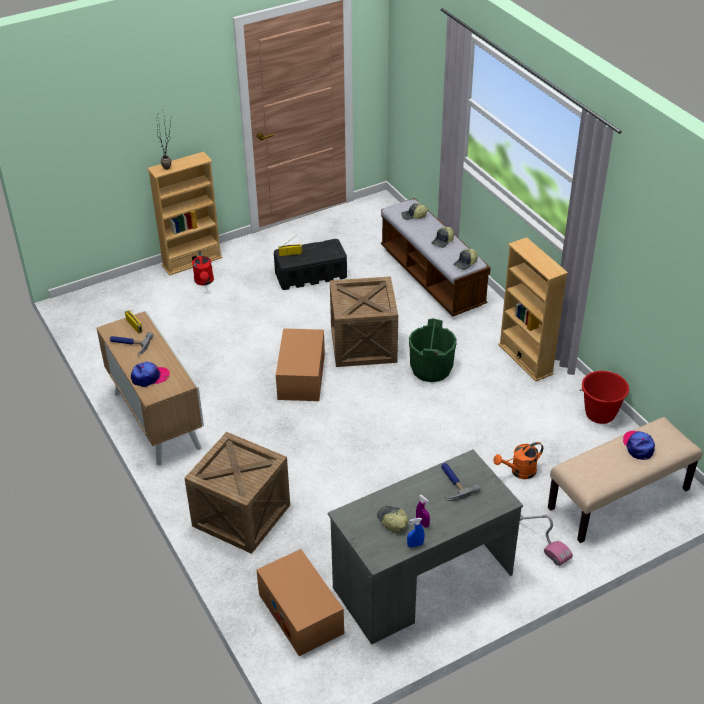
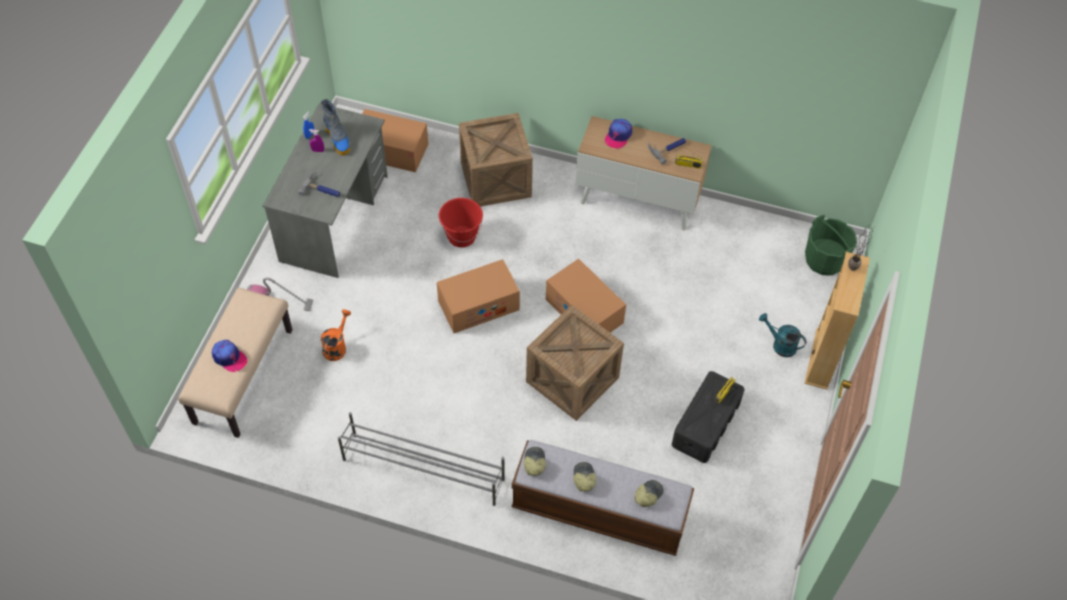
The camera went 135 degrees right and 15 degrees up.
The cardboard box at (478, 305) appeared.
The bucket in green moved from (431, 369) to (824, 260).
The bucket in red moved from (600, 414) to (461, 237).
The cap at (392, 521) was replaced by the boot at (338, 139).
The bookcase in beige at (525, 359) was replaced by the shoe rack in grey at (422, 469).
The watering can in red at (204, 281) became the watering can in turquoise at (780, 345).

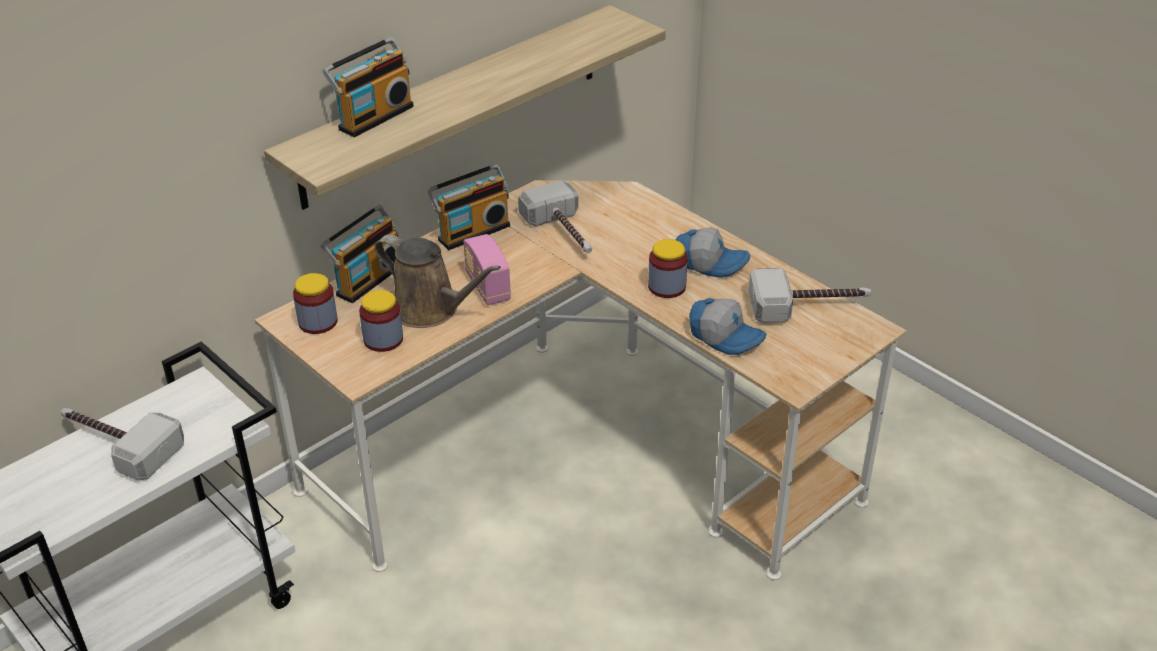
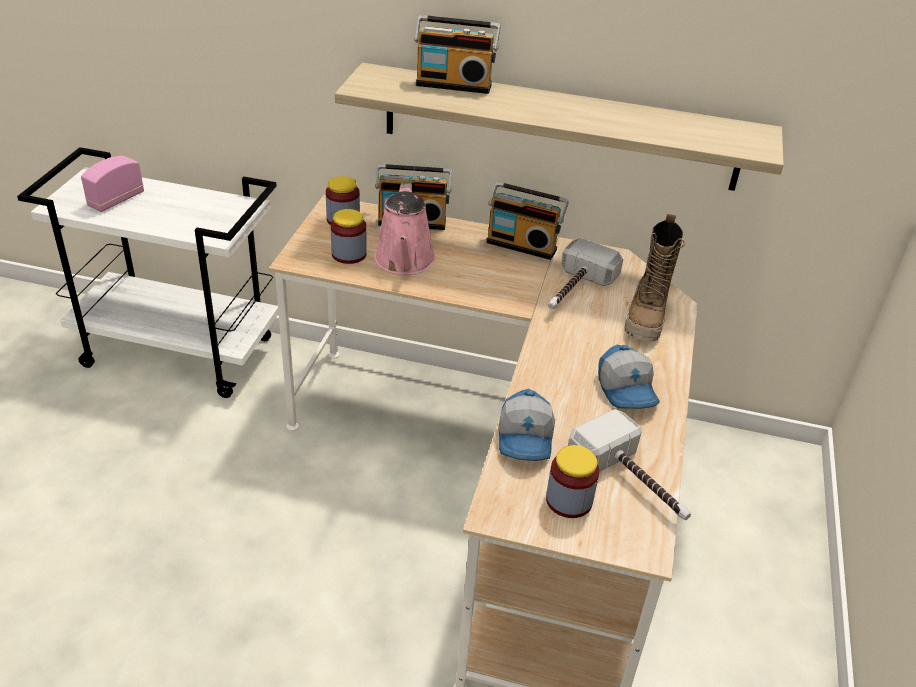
The camera went 55 degrees right and 0 degrees up.
The hammer at (116, 443) disappeared.
The boot at (646, 318) appeared.
The radio moved from (487, 287) to (116, 200).
The jar moved from (667, 287) to (569, 500).
The watering can in brown at (430, 309) became the watering can in pink at (405, 262).

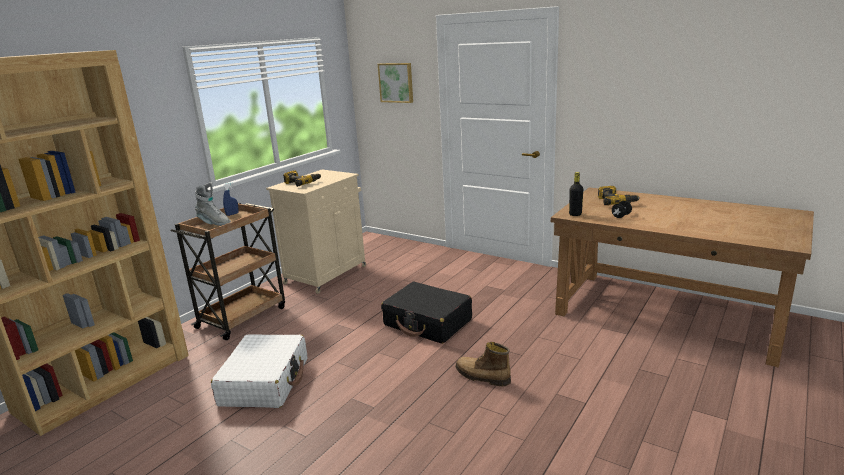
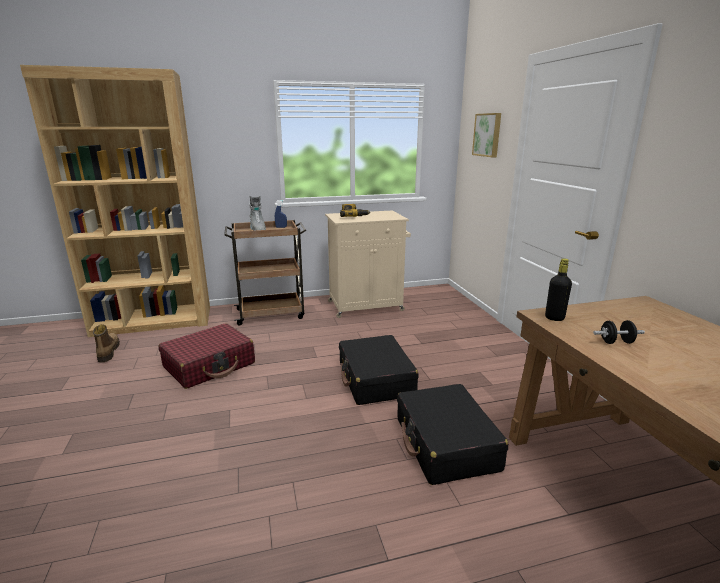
The camera went 40 degrees right and 0 degrees up.
The power drill at (615, 202) disappeared.
The suitcase in black at (446, 444) appeared.
The boot moved from (482, 377) to (108, 351).
The suitcase in white at (265, 381) became the suitcase in red at (209, 365).

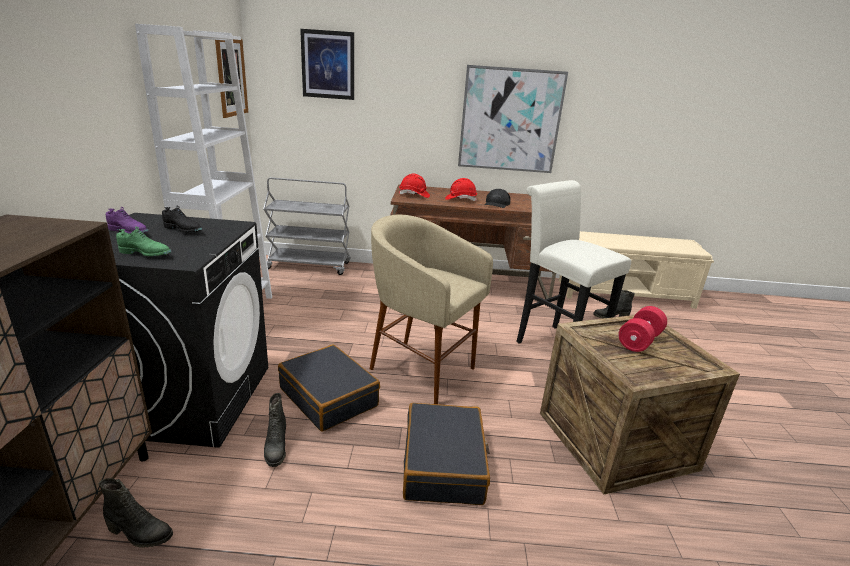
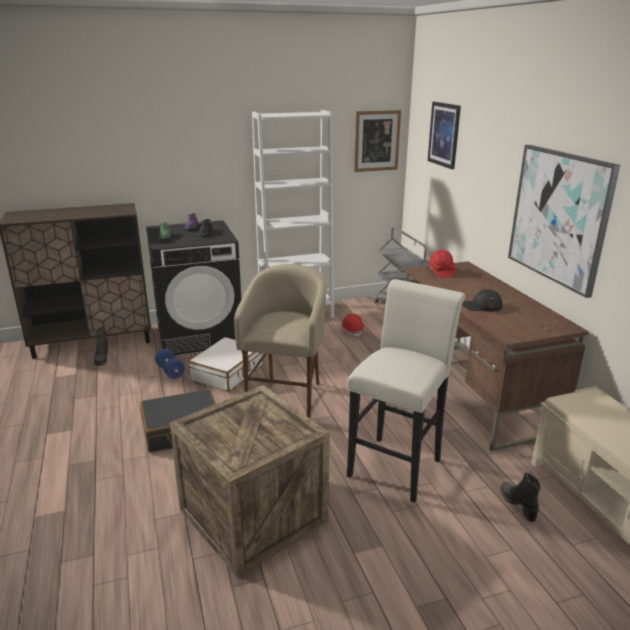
The camera went 70 degrees right and 0 degrees up.
The dumbbell in red at (639, 341) disappeared.
The hard hat in red moved from (460, 199) to (351, 331).
The boot in black at (276, 448) was replaced by the dumbbell in blue at (170, 371).
The suitcase in black at (329, 397) became the suitcase in white at (227, 373).

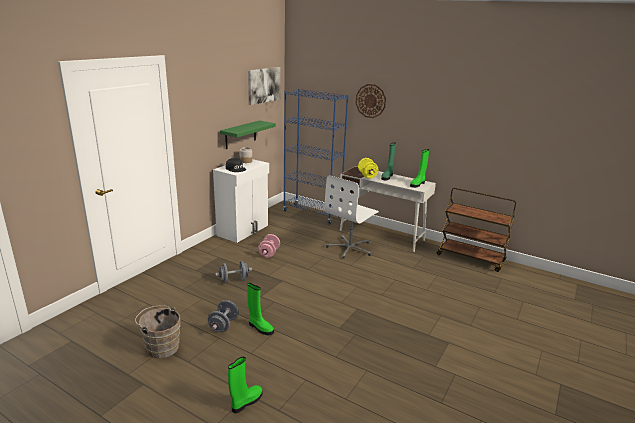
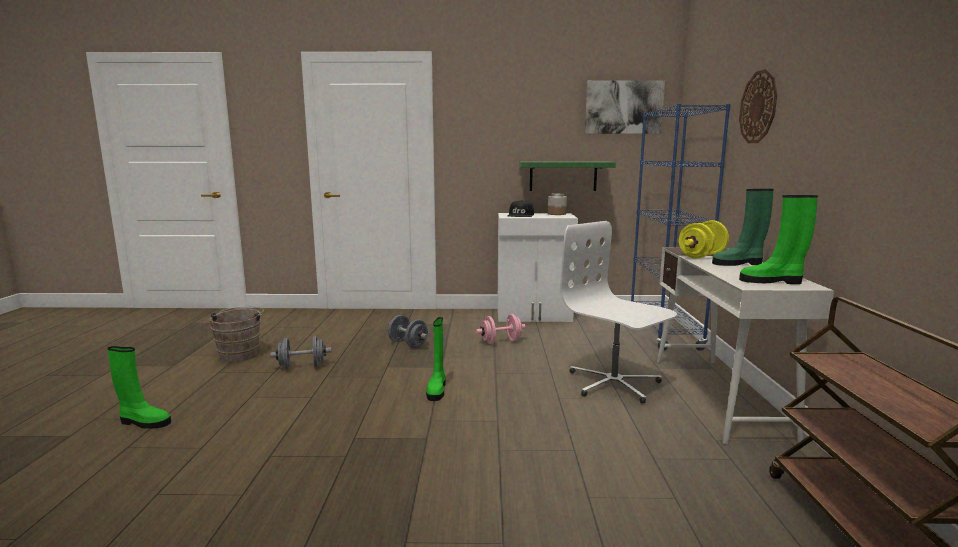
The camera went 60 degrees right and 10 degrees down.
The boot in green moved from (260, 328) to (437, 390).
The office chair in white at (350, 248) turned 45 degrees clockwise.

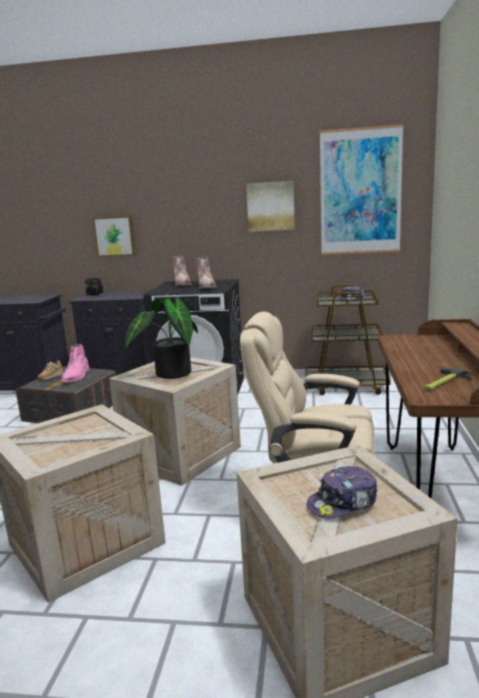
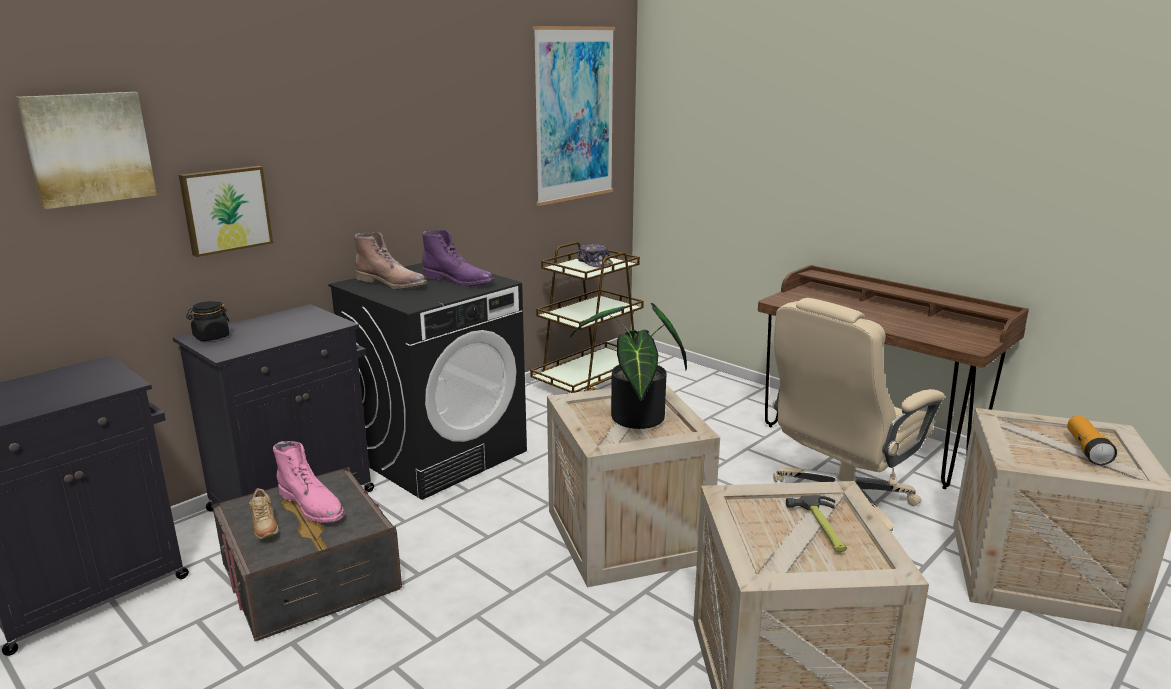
The camera went 55 degrees left and 5 degrees up.
The picture moved from (270, 206) to (89, 148).
The hammer moved from (443, 383) to (823, 527).
The cap at (343, 503) was replaced by the flashlight at (1086, 450).
The boot in brown at (207, 287) became the boot in purple at (459, 281).

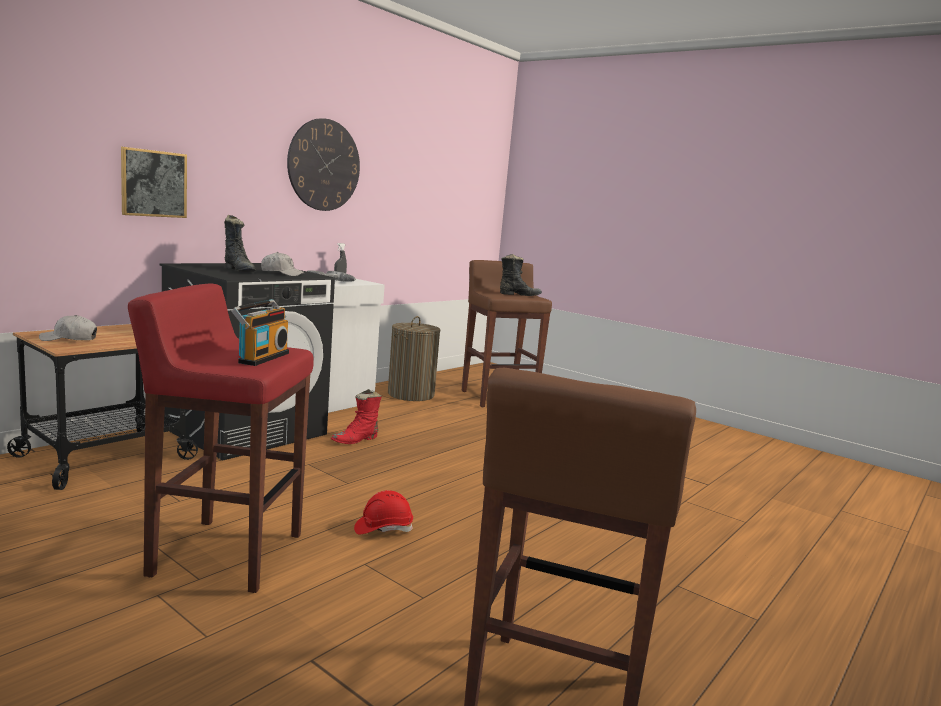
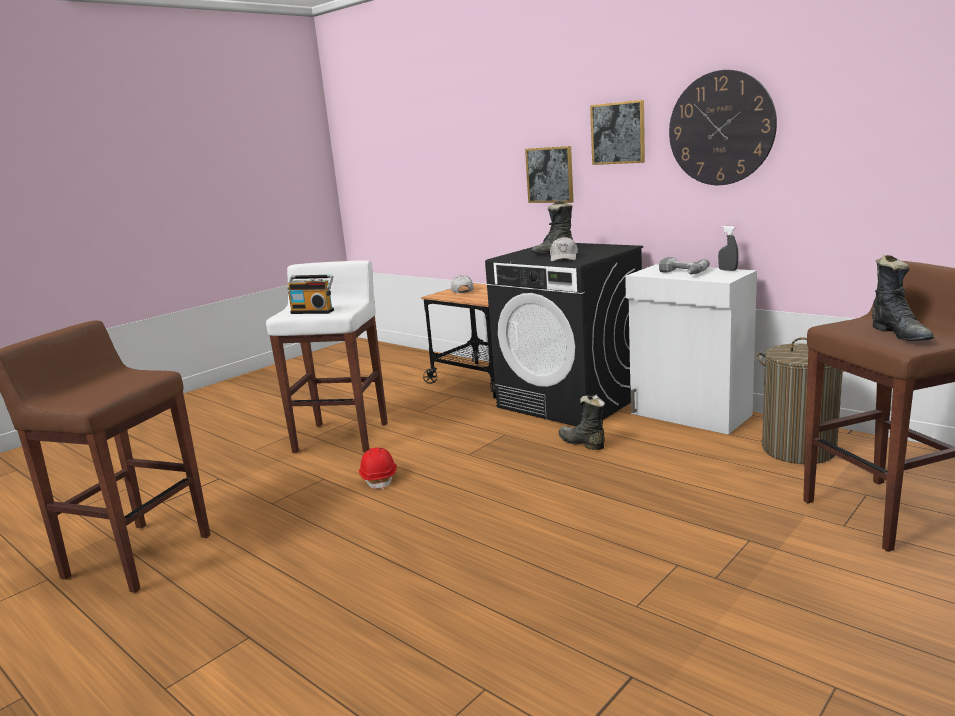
The camera went 95 degrees right and 5 degrees up.
The picture at (618, 133) appeared.
The stool in red at (225, 554) became the stool in white at (342, 437).
The boot in red at (356, 440) became the boot in black at (581, 443).

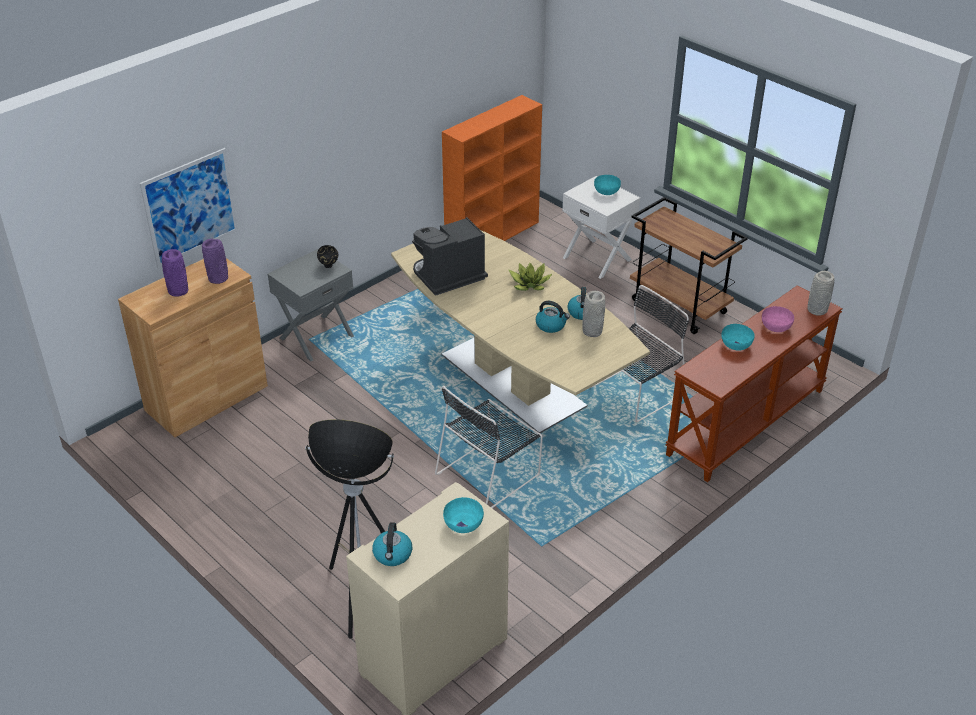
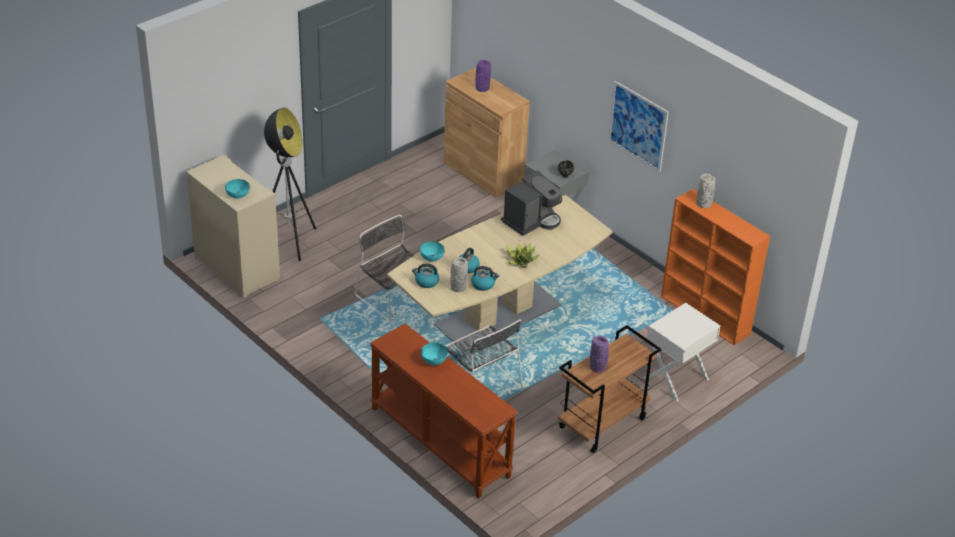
The camera went 90 degrees right and 0 degrees up.
The bowl in pink at (776, 327) disappeared.
The picture moved from (190, 207) to (638, 126).
The vase in purple moved from (218, 278) to (598, 368).
The kettle moved from (393, 555) to (426, 282).
The bowl in turquoise moved from (607, 192) to (431, 257).
The vase in grey moved from (817, 309) to (704, 204).
The coffee machine at (448, 277) turned 75 degrees clockwise.

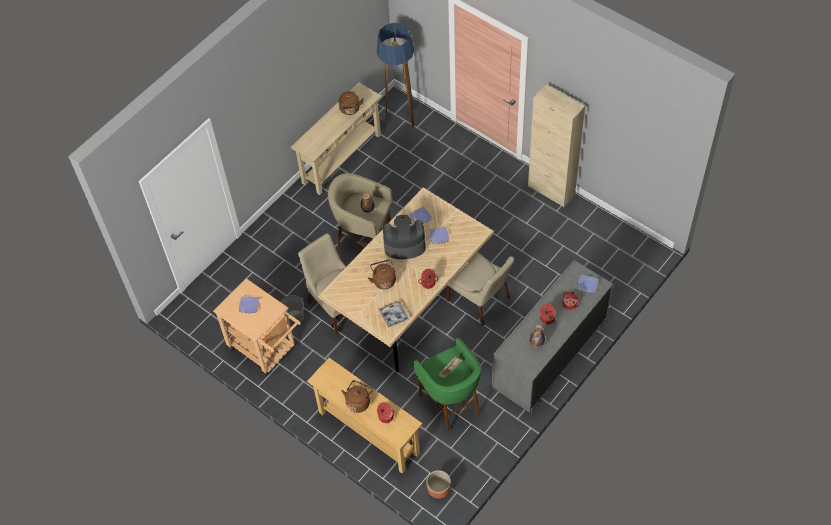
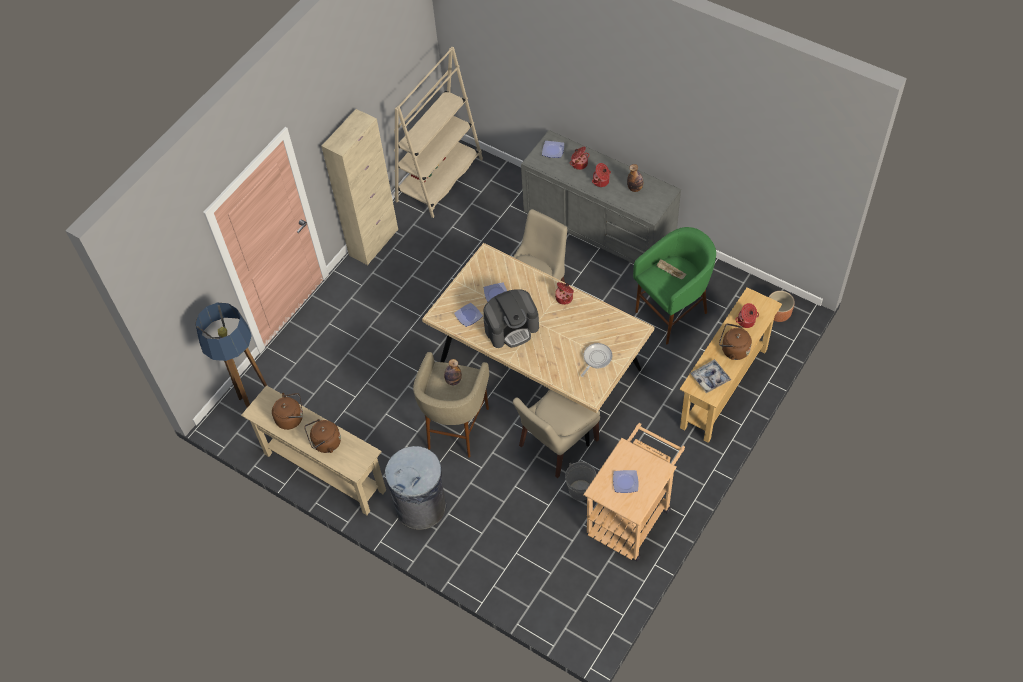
The camera went 95 degrees left and 0 degrees up.
The trash can in grey at (421, 506) appeared.
The bookcase in beige at (439, 180) appeared.
The frying pan at (596, 358) appeared.
The kettle in brown moved from (383, 280) to (325, 443).
The tray moved from (394, 315) to (710, 378).
The coffee machine at (404, 245) turned 105 degrees counterclockwise.

